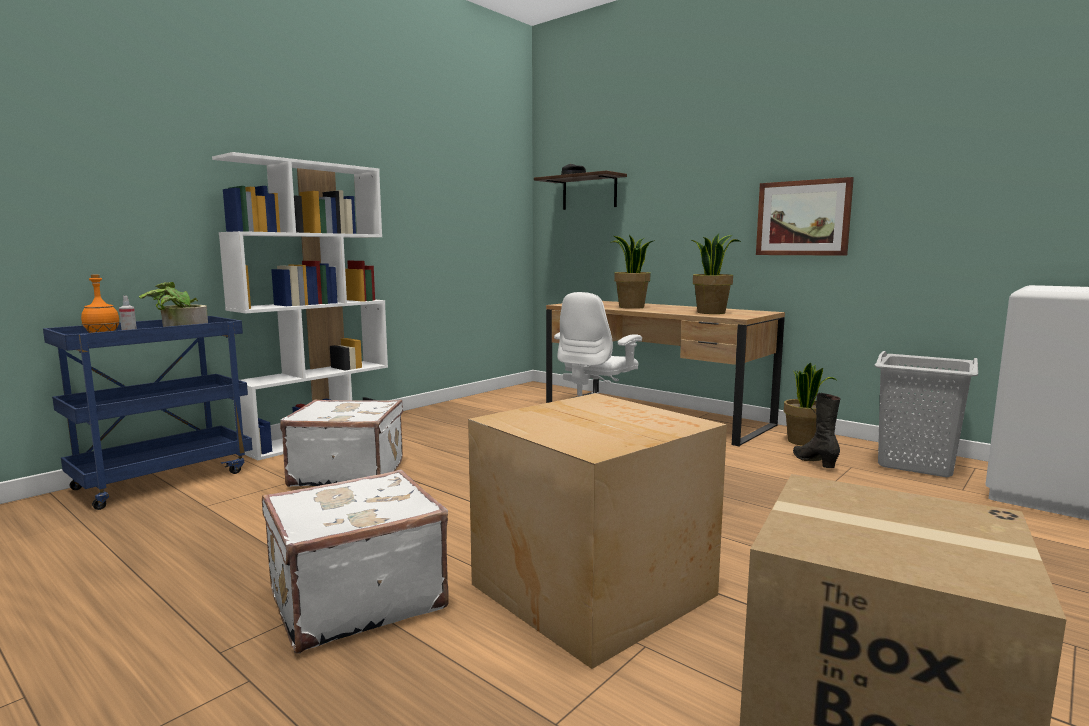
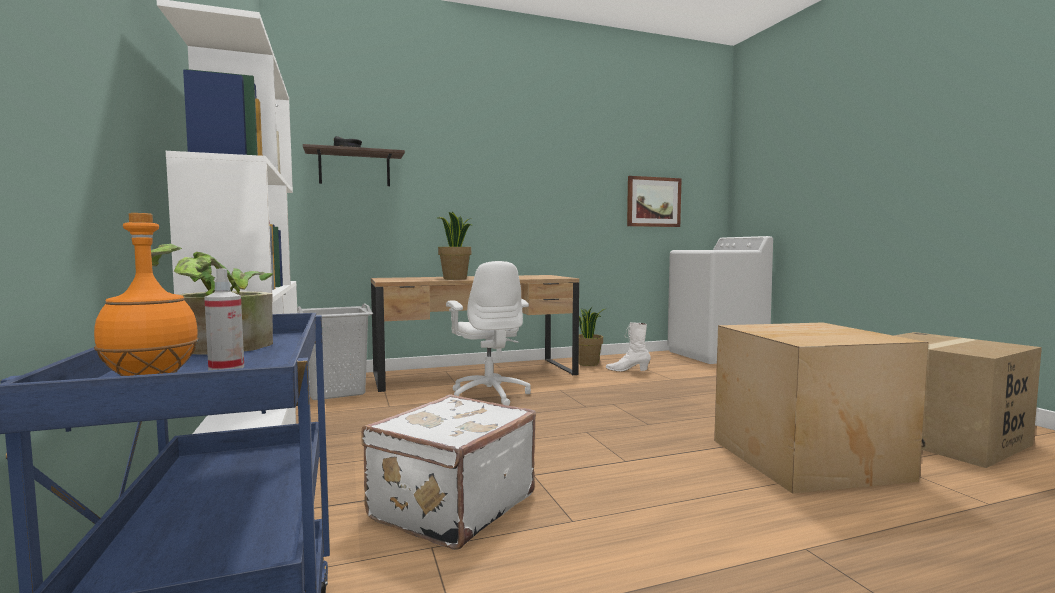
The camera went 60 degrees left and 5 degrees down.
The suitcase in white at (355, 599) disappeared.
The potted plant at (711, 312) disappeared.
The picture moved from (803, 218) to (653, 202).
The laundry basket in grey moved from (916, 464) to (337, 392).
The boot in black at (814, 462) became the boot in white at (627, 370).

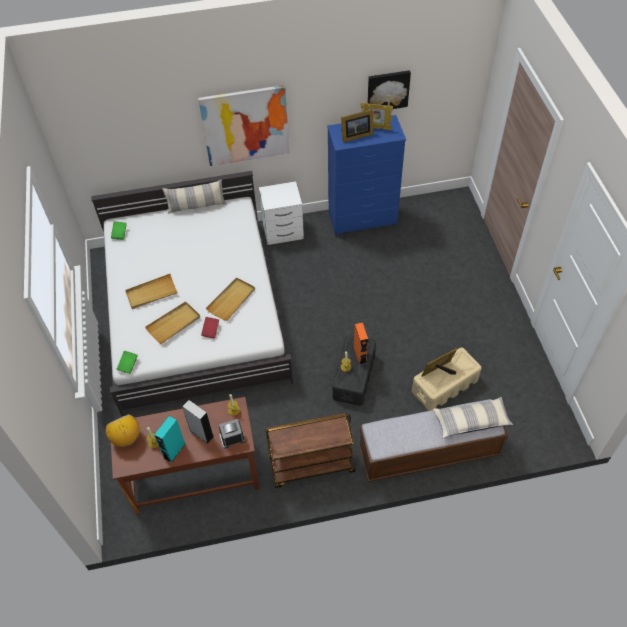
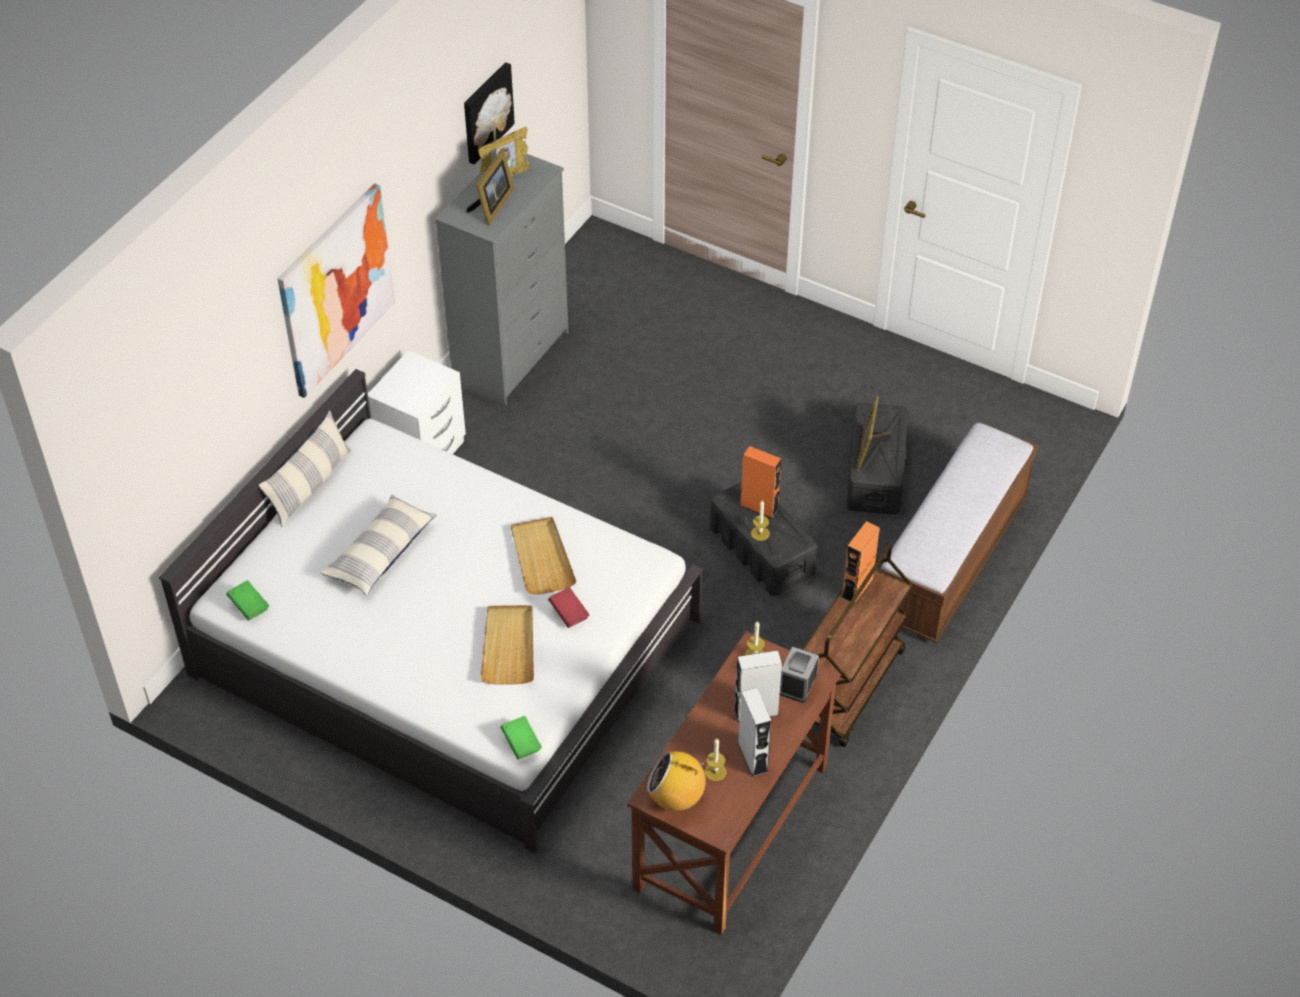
The camera went 50 degrees left and 5 degrees down.
The tray in beige at (151, 293) disappeared.
The speaker in orange at (857, 588) appeared.
The pillow moved from (471, 421) to (380, 552).
The speaker in turquoise at (174, 451) became the speaker in grey at (752, 757).
The dresser in blue at (363, 220) became the dresser in grey at (512, 357).
The storage box in beige at (444, 386) became the storage box in black at (875, 474).

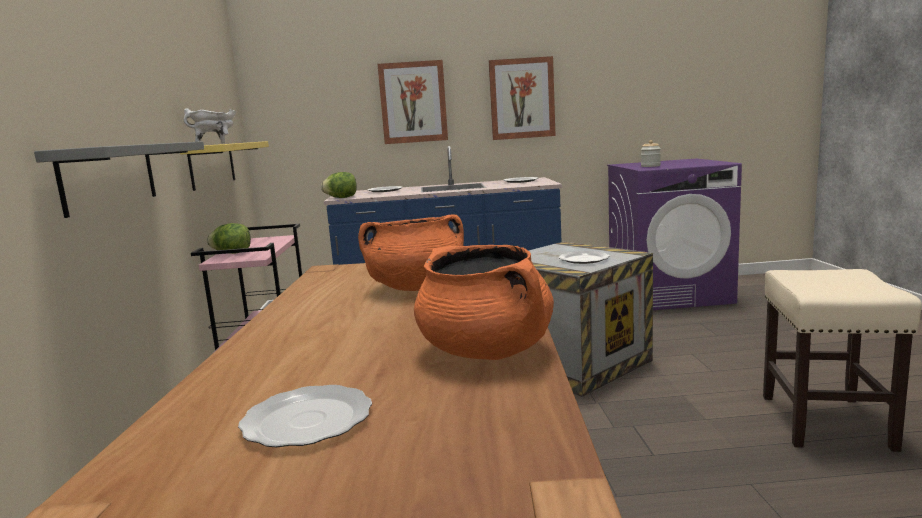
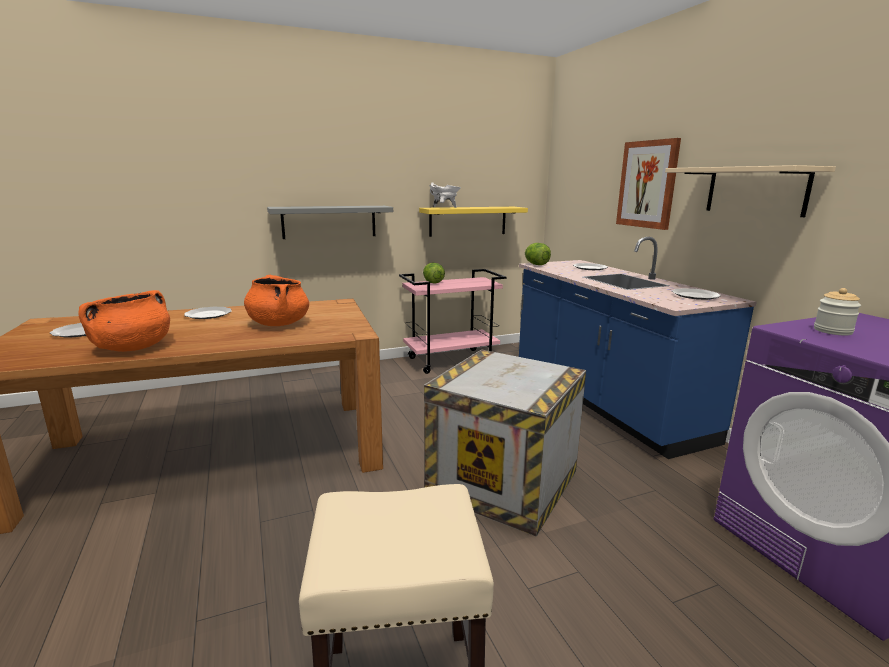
The camera went 70 degrees right and 5 degrees up.
The plate moved from (584, 259) to (209, 314).
The picture at (522, 98) was replaced by the shelf in beige at (755, 191).

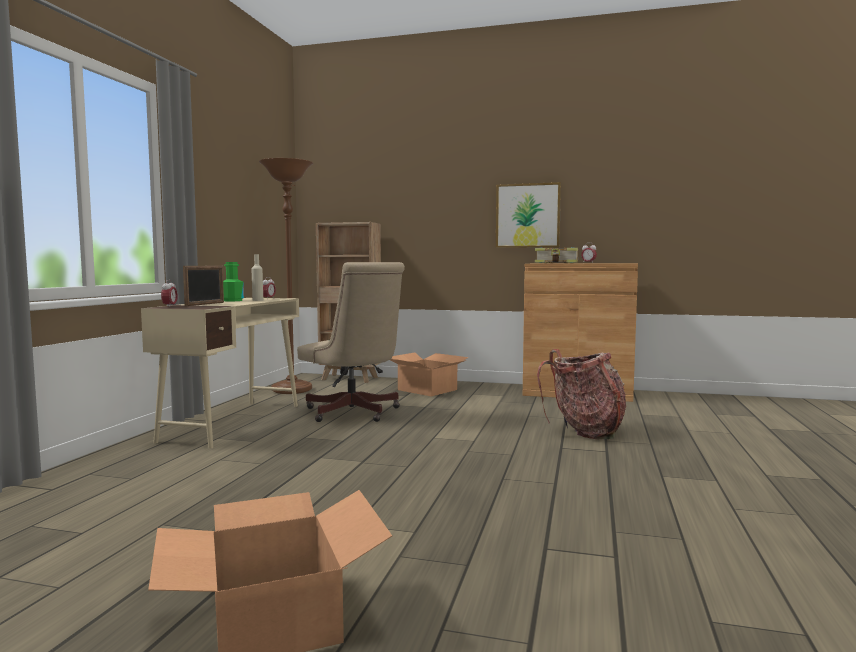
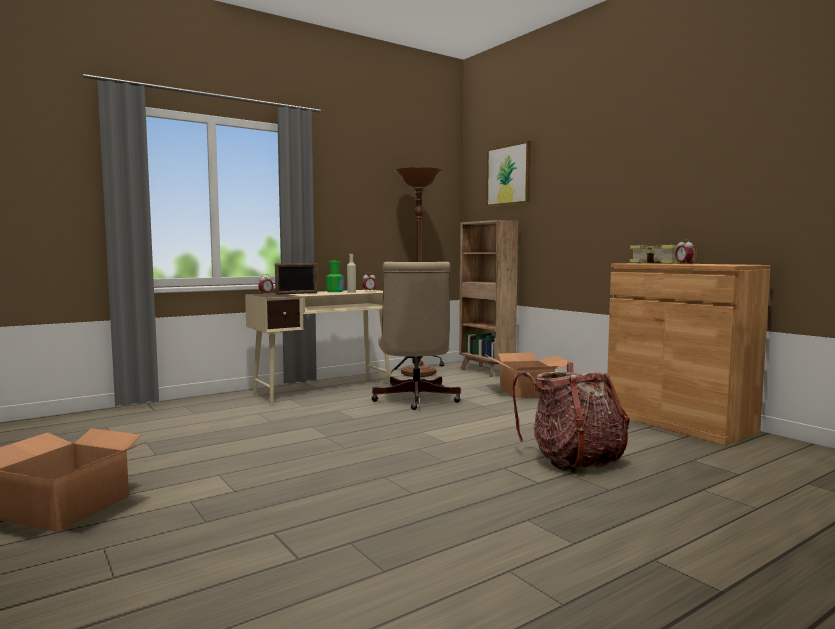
The camera went 40 degrees right and 0 degrees up.
The picture moved from (528, 215) to (509, 175).

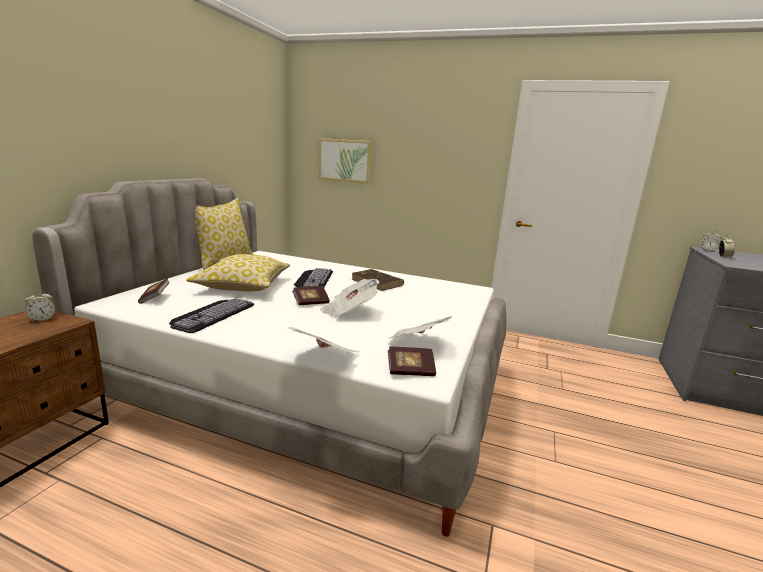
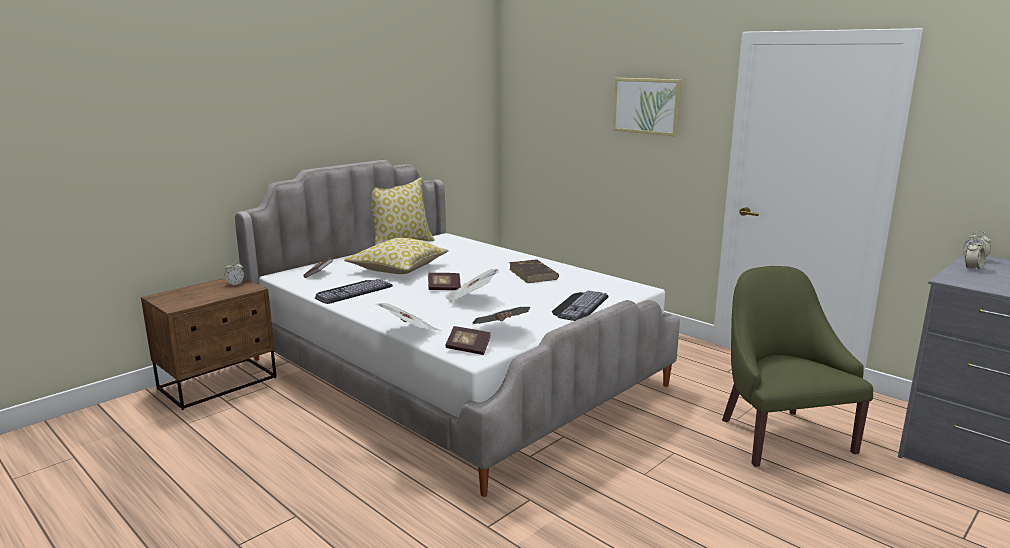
The camera went 25 degrees right and 0 degrees up.
The armchair in green at (780, 435) appeared.
The keyboard moved from (313, 279) to (579, 305).
The picture moved from (344, 160) to (646, 106).

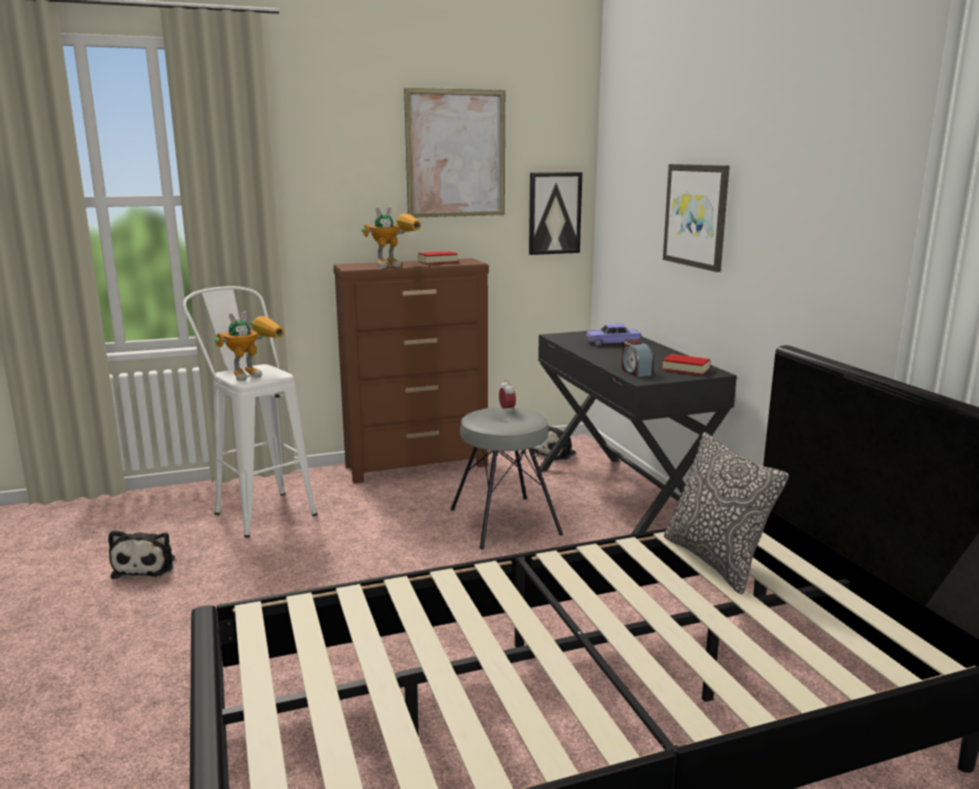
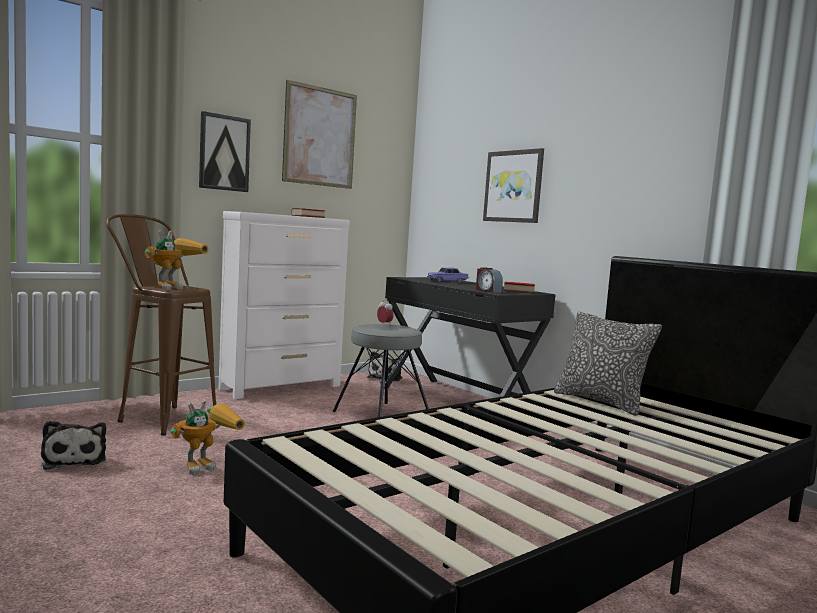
The camera went 20 degrees left and 10 degrees down.
The toy robot moved from (395, 265) to (207, 465).
The picture moved from (554, 213) to (224, 153).
The stool in white at (258, 509) became the stool in brown at (159, 418).
The dresser in brown at (418, 466) became the dresser in white at (282, 387).

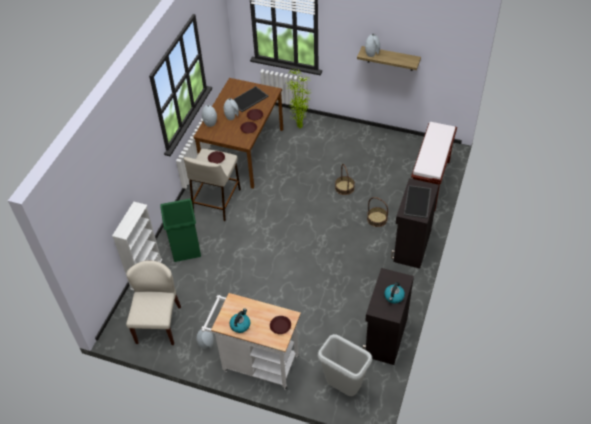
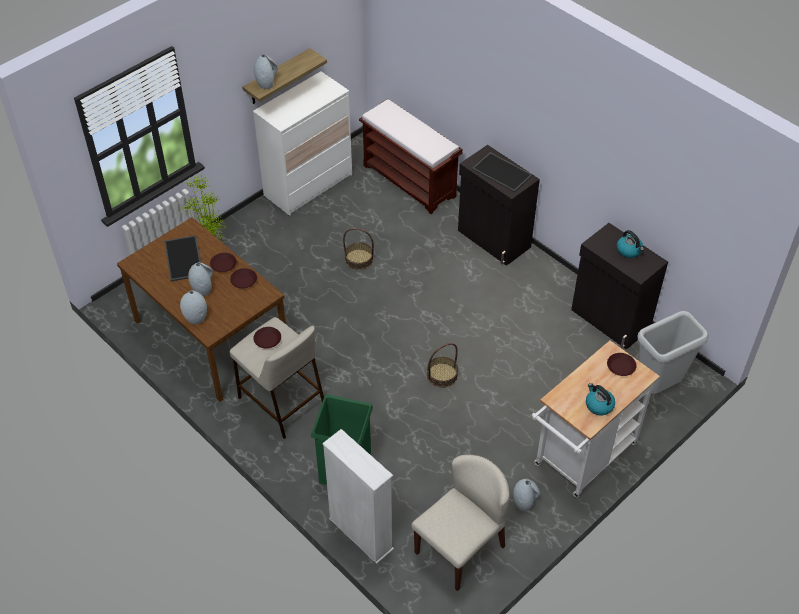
The camera went 65 degrees left and 0 degrees up.
The dresser in white at (308, 185) appeared.
The basket moved from (377, 219) to (442, 375).
The chair in beige at (158, 324) turned 105 degrees clockwise.

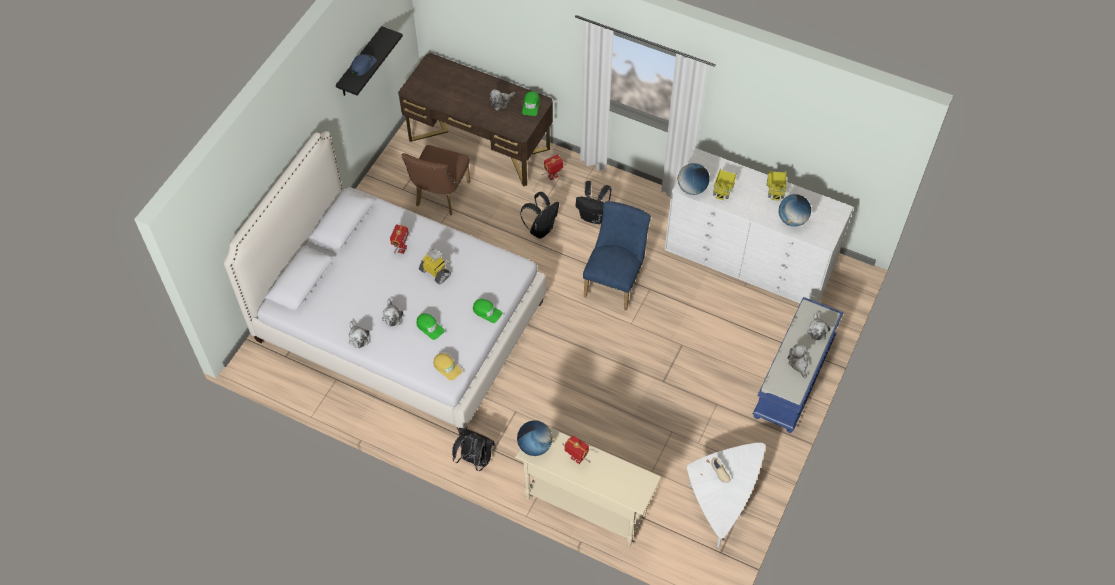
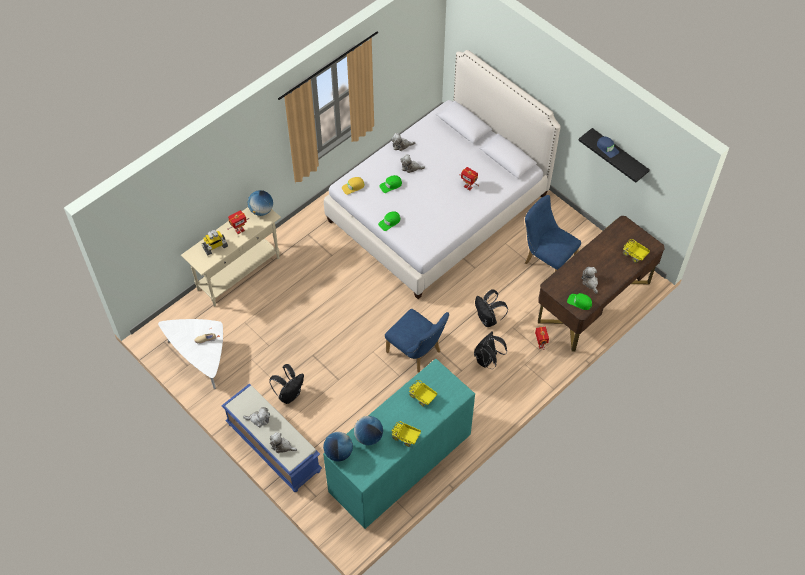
The camera went 110 degrees right and 0 degrees up.
The toy truck at (634, 255) appeared.
The toy robot moved from (435, 272) to (215, 247).
The backpack in black moved from (474, 459) to (289, 394).
The globe moved from (692, 188) to (338, 452).
The chair in brown at (440, 197) became the chair in blue at (546, 260).
The dresser in white at (749, 257) became the dresser in turquoise at (400, 462).

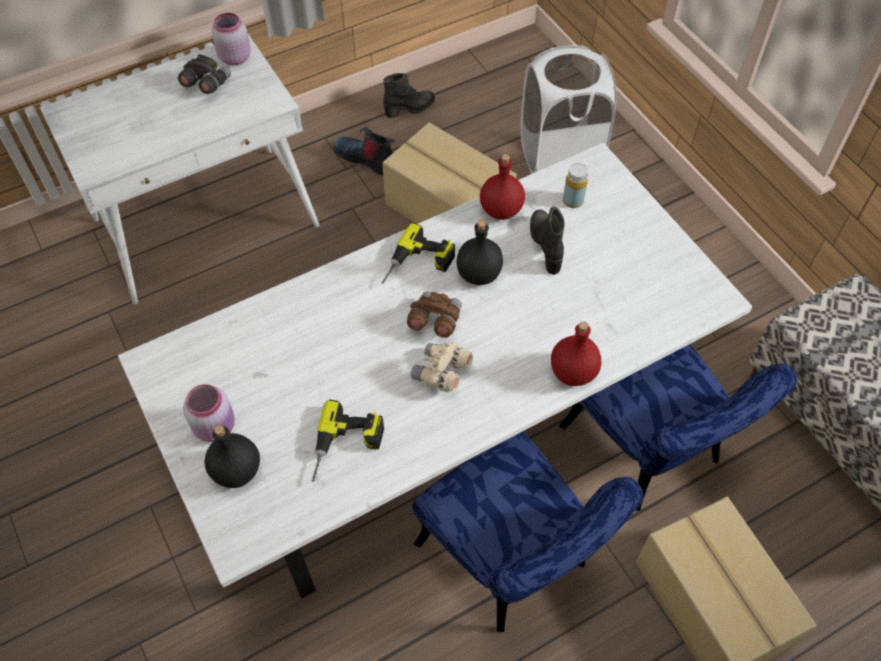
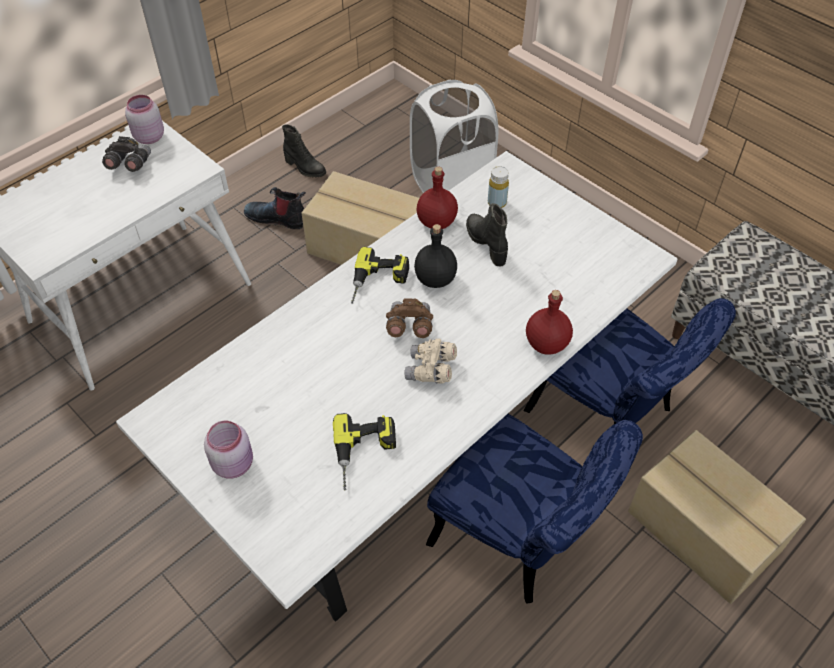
The camera went 15 degrees left and 5 degrees down.
The bottle in black at (236, 471) disappeared.
The boot in black at (410, 108) turned 75 degrees clockwise.

